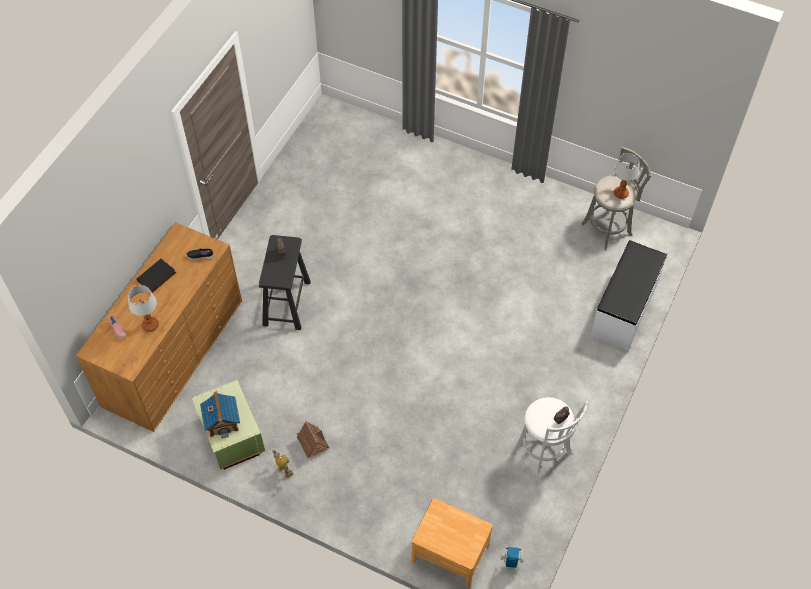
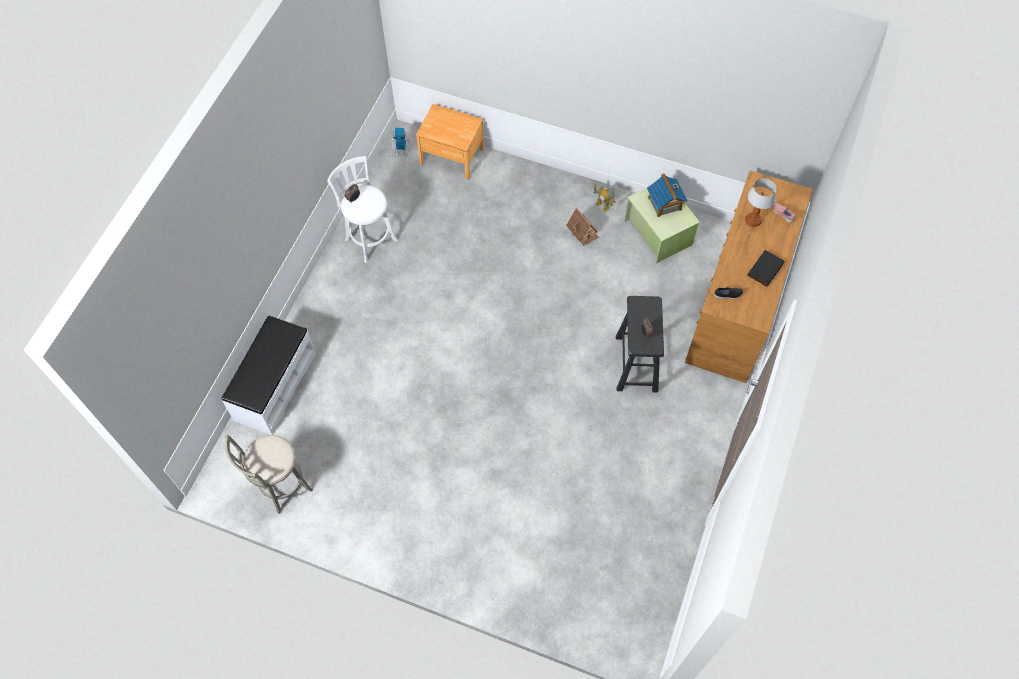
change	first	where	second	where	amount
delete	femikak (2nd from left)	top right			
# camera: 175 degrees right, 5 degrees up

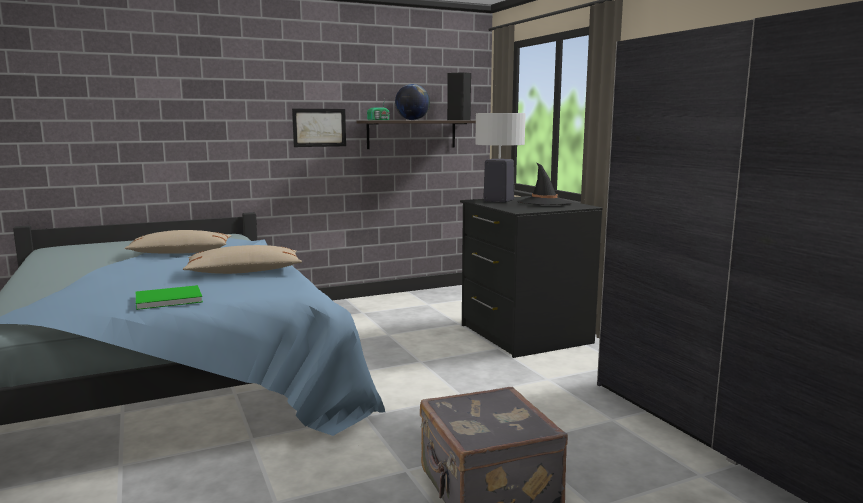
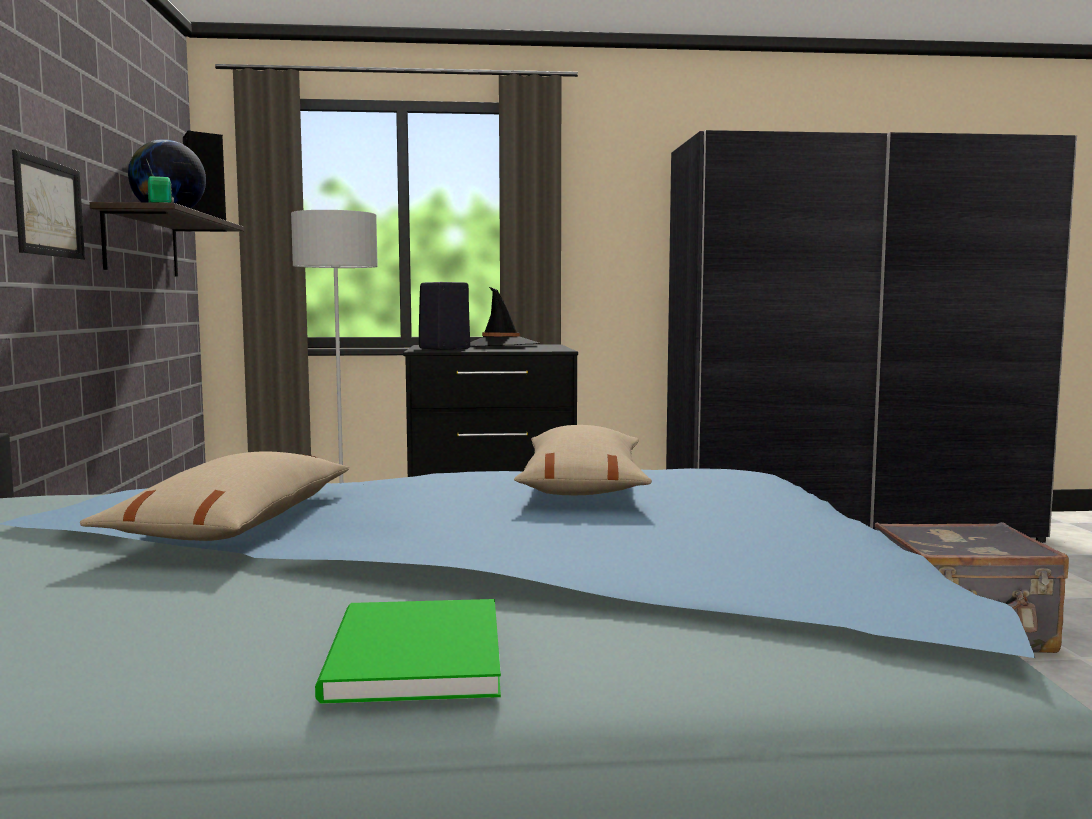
change	first	where	second	where	amount
move	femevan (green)	middle left		bottom centre	
# camera: 70 degrees left, 5 degrees down

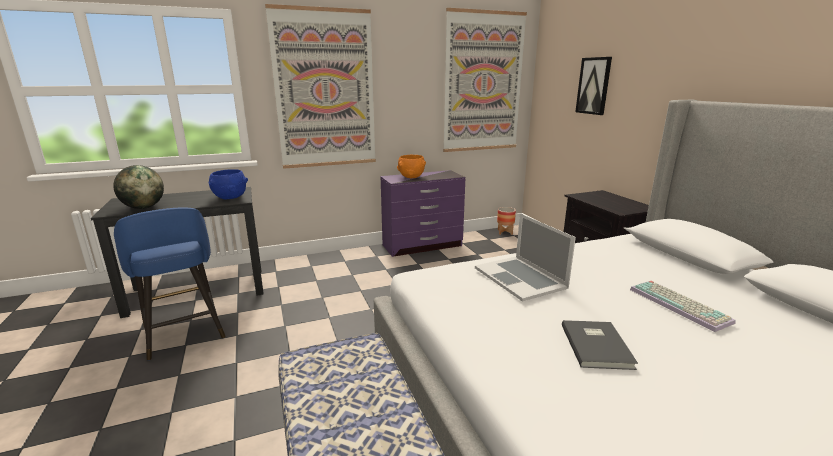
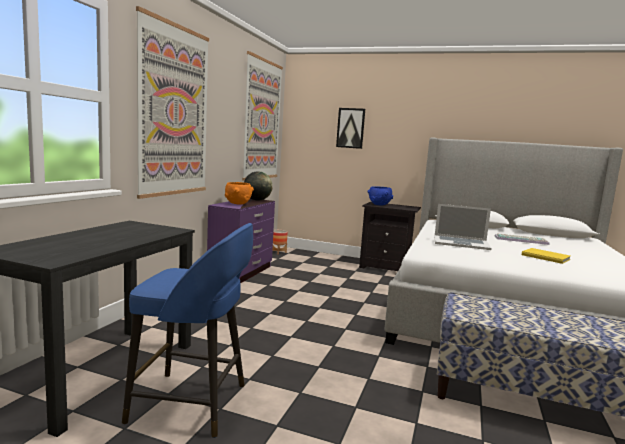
change	first	where	second	where	amount
move	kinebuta	middle left		centre	
move	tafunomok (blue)	middle left		centre	
recolor	femevan (grey)	bottom right	femevan (yellow)	middle right	
# camera: 50 degrees left, 10 degrees down

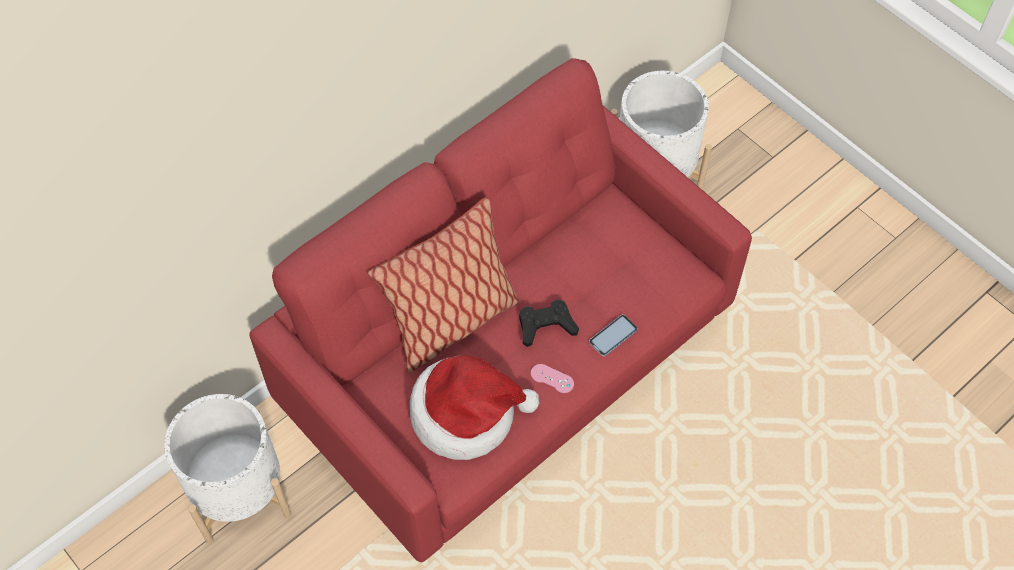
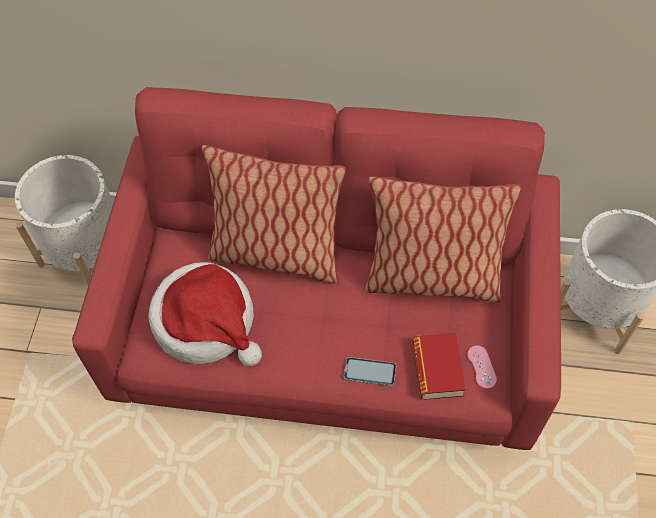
change	first	where	second	where	amount
delete	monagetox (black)	centre			
move	monagetox (pink)	centre		bottom right	
insert			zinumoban (2nd from left)	middle right	
insert			femevan	bottom right	
# camera: 50 degrees right, 0 degrees up

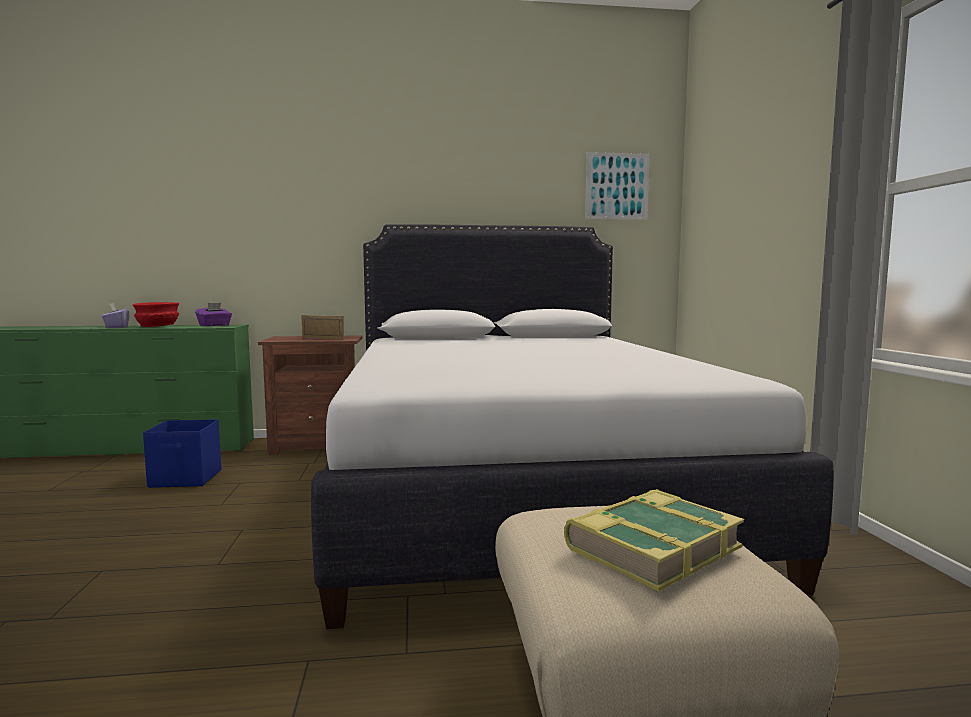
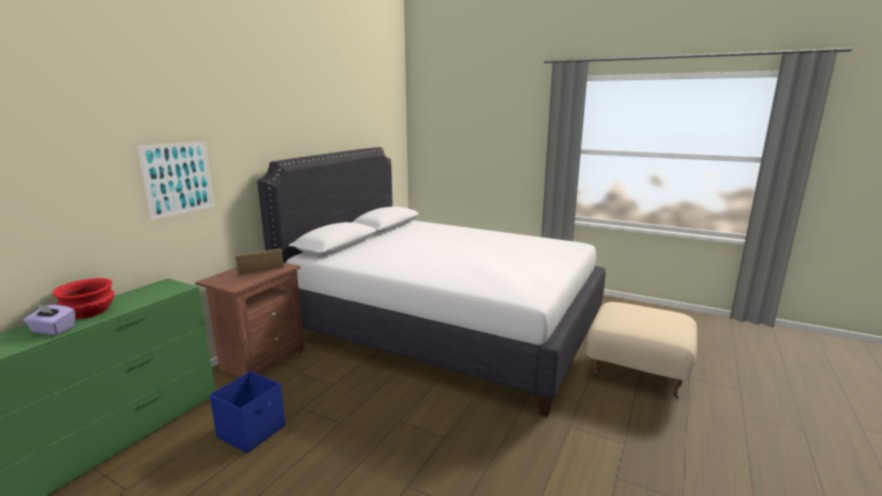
change	first	where	second	where	amount
delete	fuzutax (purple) (2nd from left)	middle left			
delete	femevan	bottom right			
move	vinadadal	top centre		middle left	
# camera: 55 degrees left, 10 degrees up

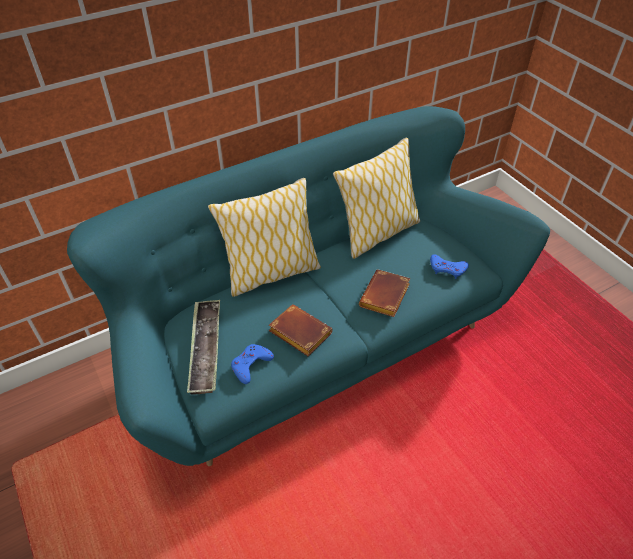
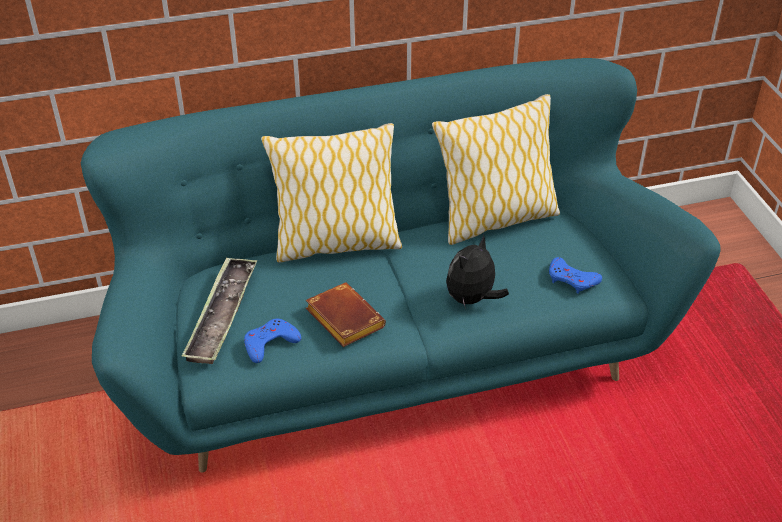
change	first	where	second	where	amount
replace	femevan (brown) (2nd from left)	centre	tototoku	centre	
# camera: 15 degrees right, 5 degrees down

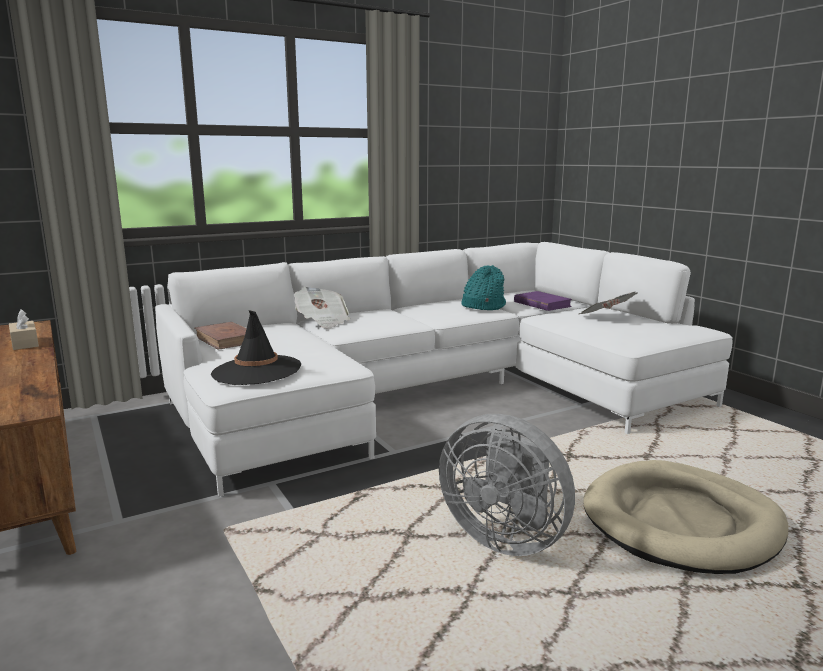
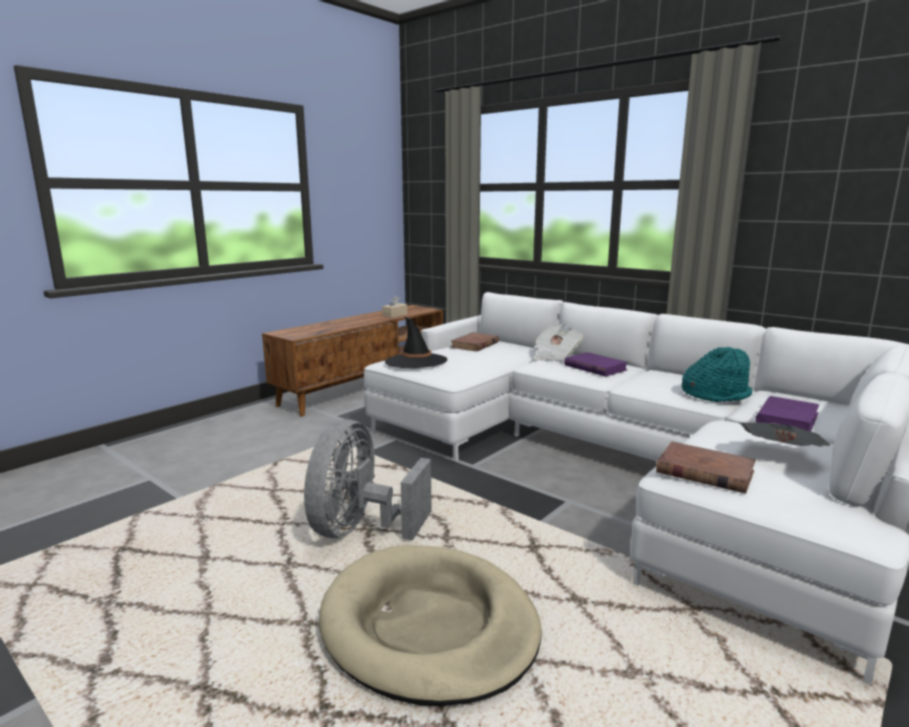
change	first	where	second	where	amount
insert			femevan (purple) (1st from left)	centre	
insert			femevan (brown) (2nd from left)	middle right	
# camera: 70 degrees right, 0 degrees up

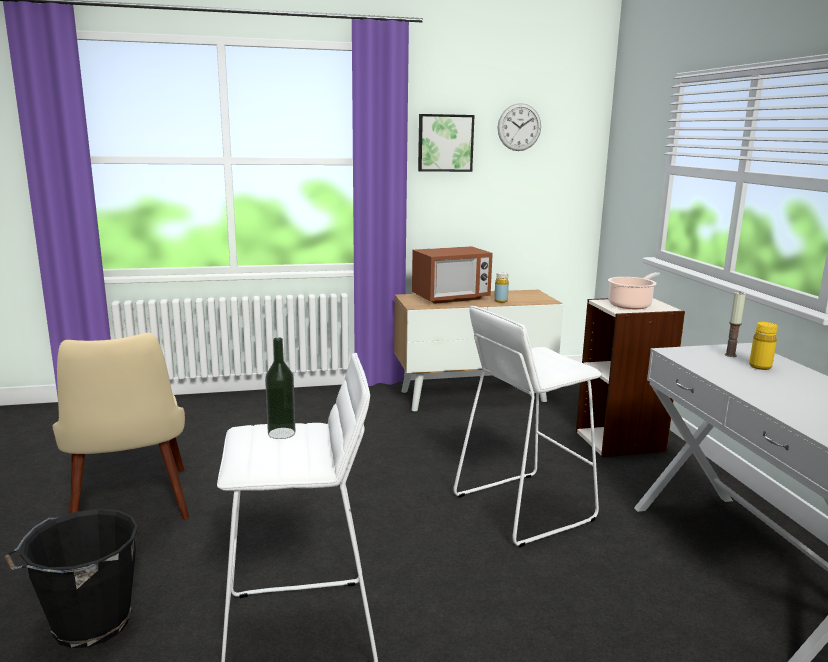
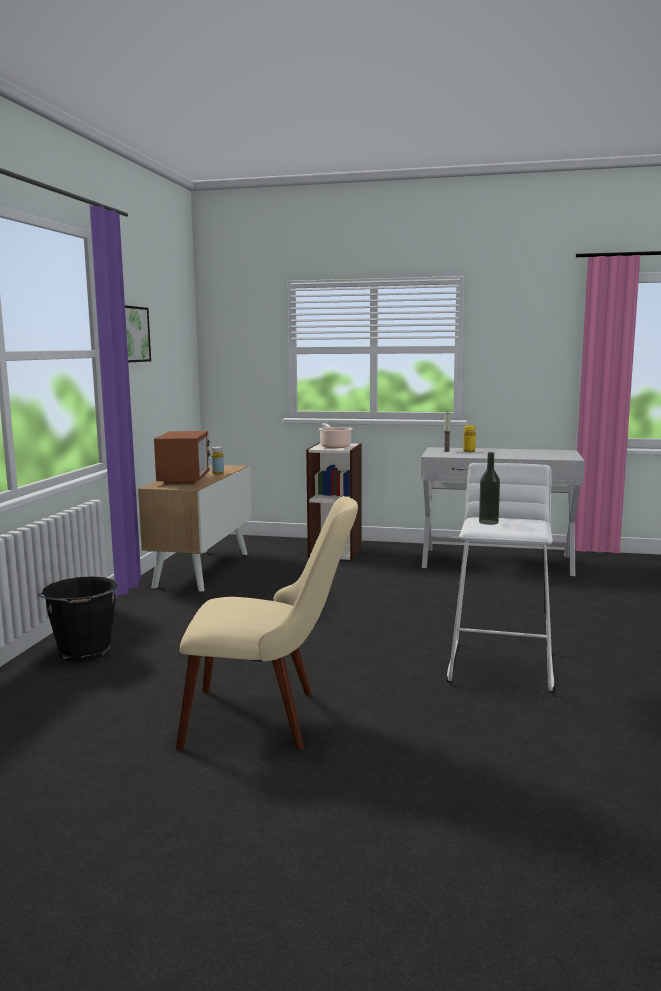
change	first	where	second	where	amount
move	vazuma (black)	bottom left		middle left	
delete	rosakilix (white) (2nd from left)	centre			
delete	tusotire	top centre			
# camera: 65 degrees left, 5 degrees down

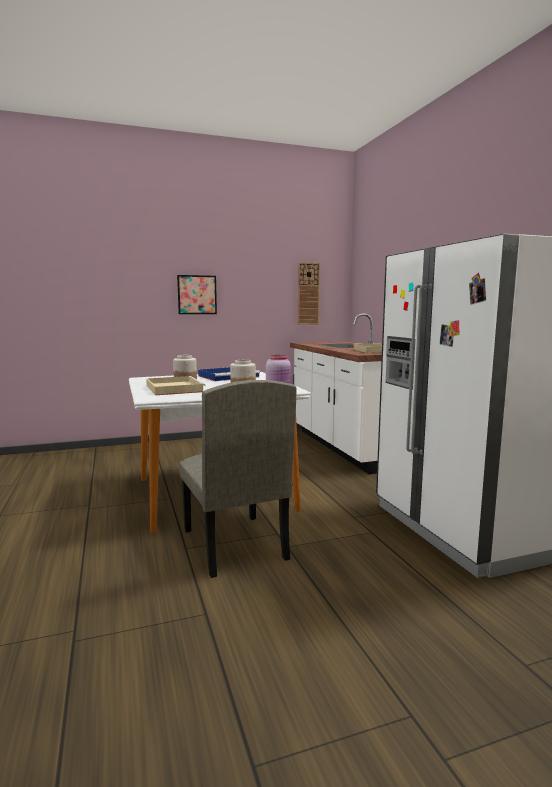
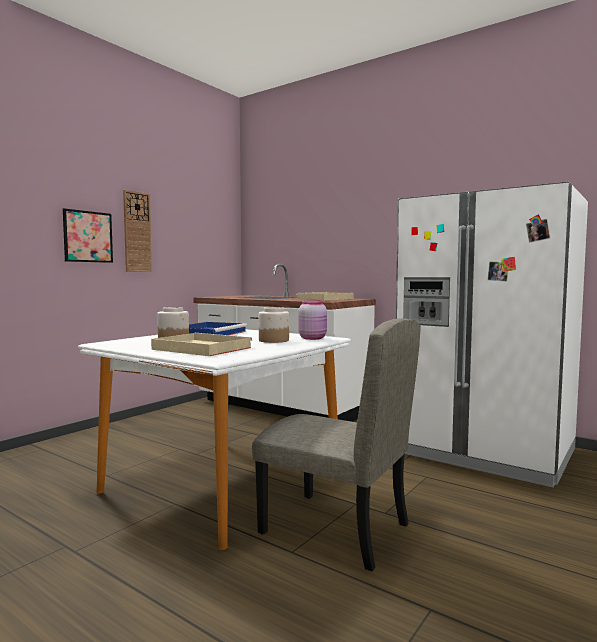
change	first	where	second	where	amount
move	tusotire	centre		middle left	
# camera: 35 degrees left, 5 degrees down

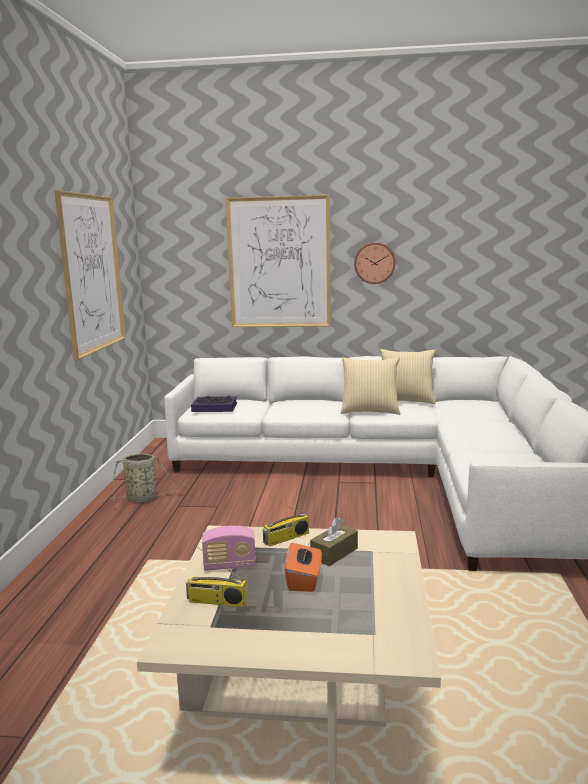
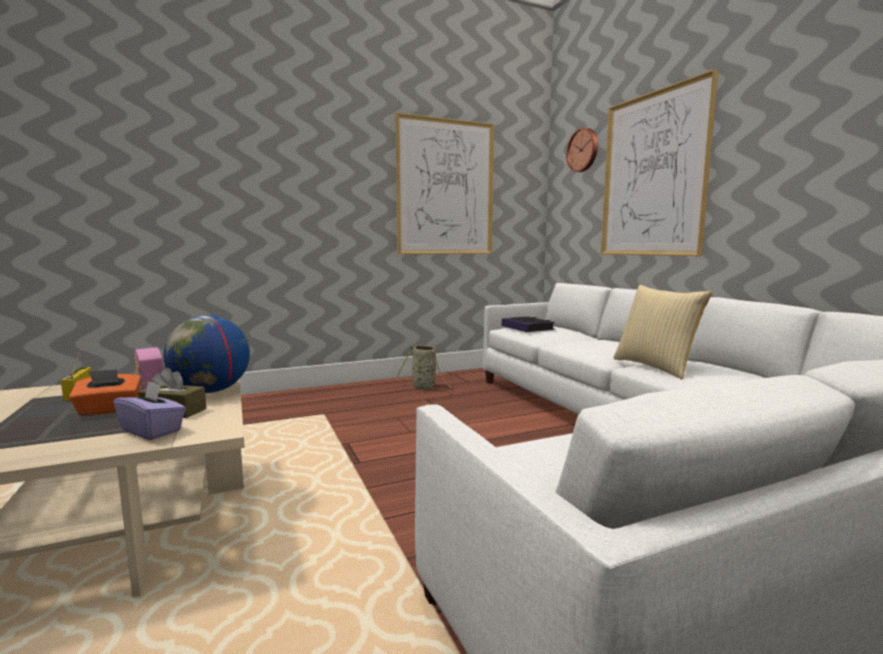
change	first	where	second	where	amount
replace	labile (3rd from left)	centre	kinebuta	middle left	
move	tusotire	centre		top centre	
delete	zinumoban (2nd from left)	middle right			
insert			fuzutax (purple)	middle left	
# camera: 60 degrees right, 5 degrees down

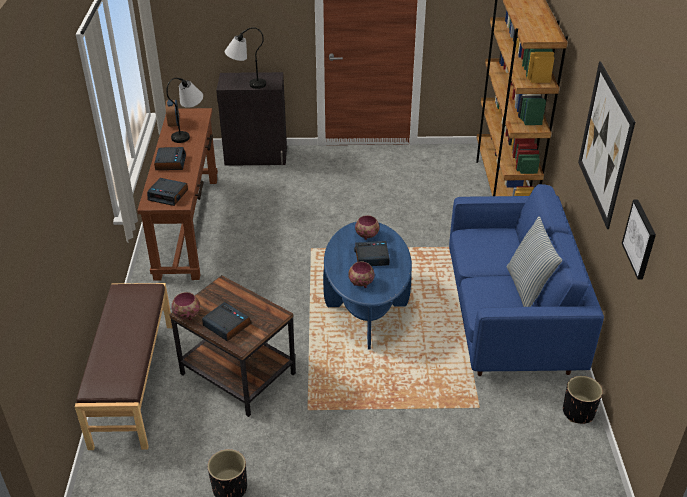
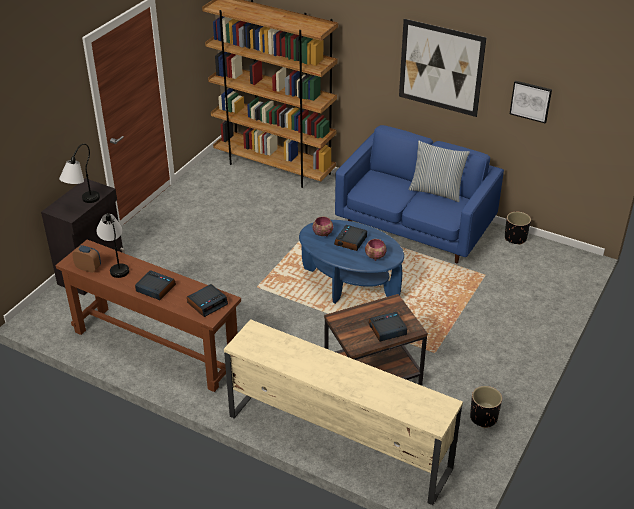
change	first	where	second	where	amount
replace	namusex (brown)	bottom left	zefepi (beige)	bottom centre	
delete	tafunomok (1st from left)	middle left			
# camera: 60 degrees left, 0 degrees up

